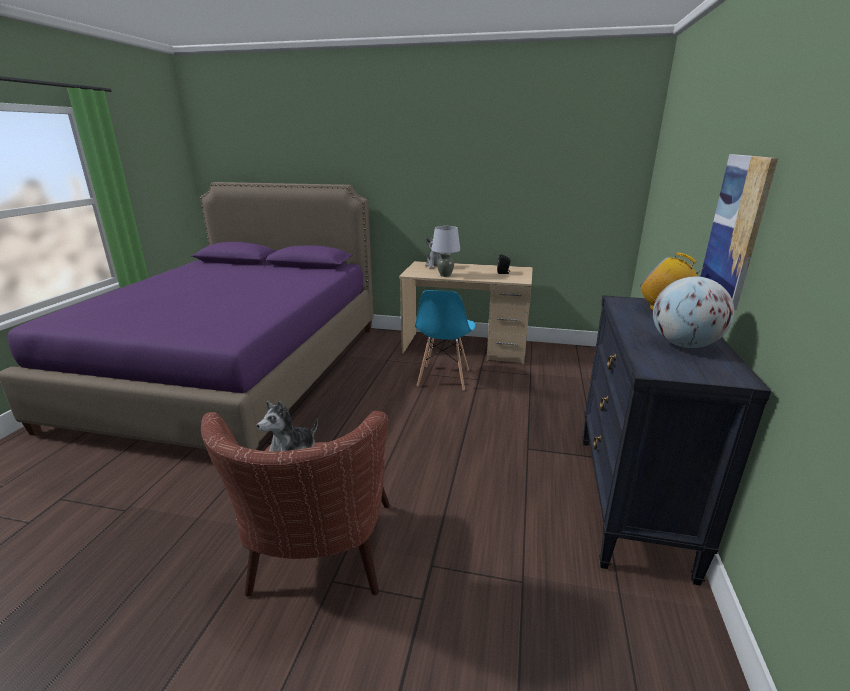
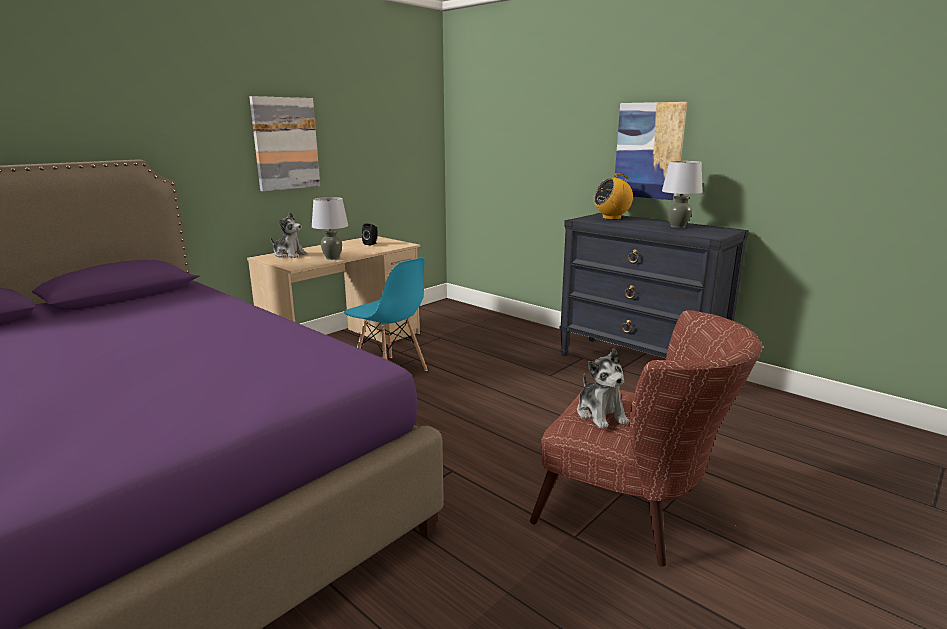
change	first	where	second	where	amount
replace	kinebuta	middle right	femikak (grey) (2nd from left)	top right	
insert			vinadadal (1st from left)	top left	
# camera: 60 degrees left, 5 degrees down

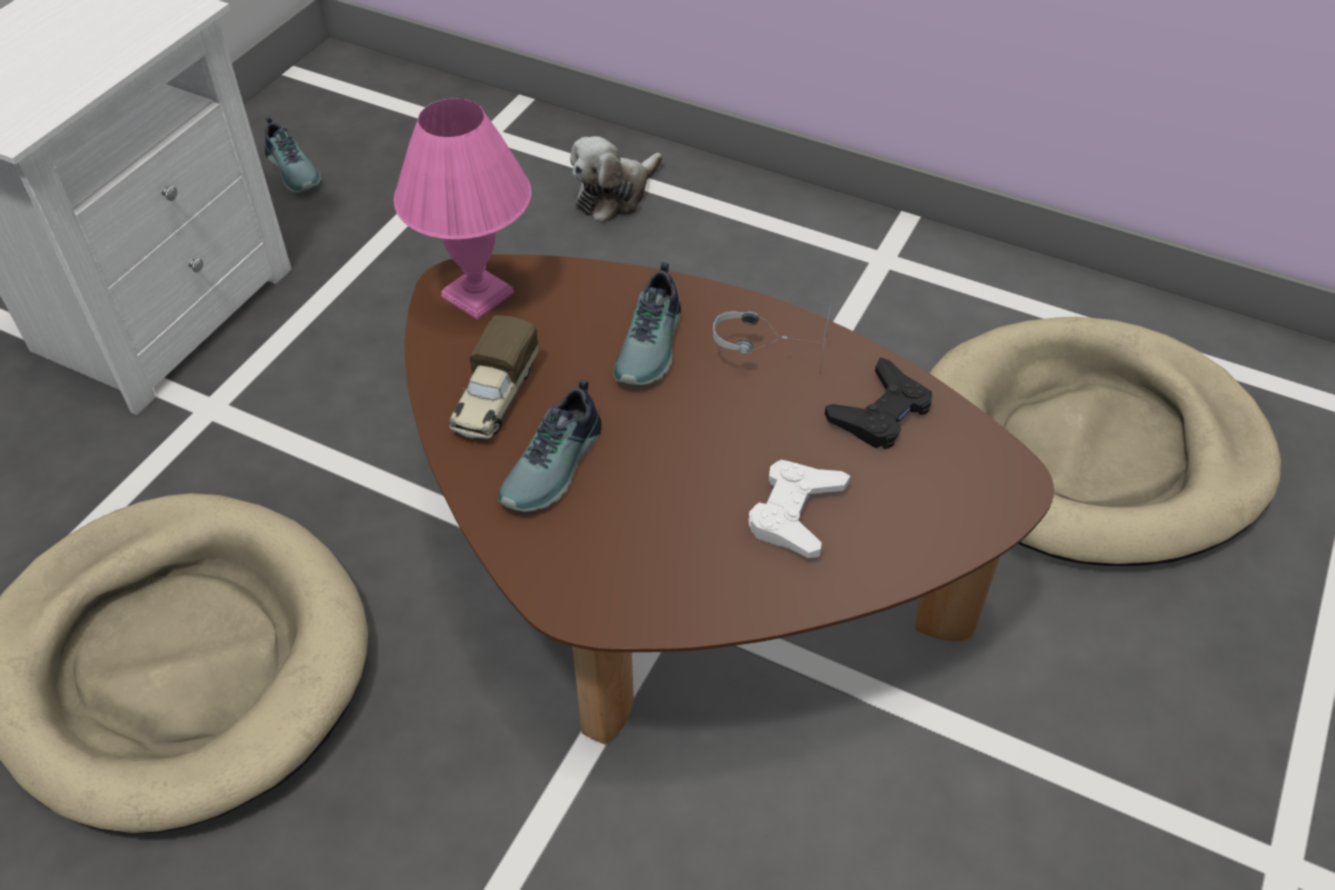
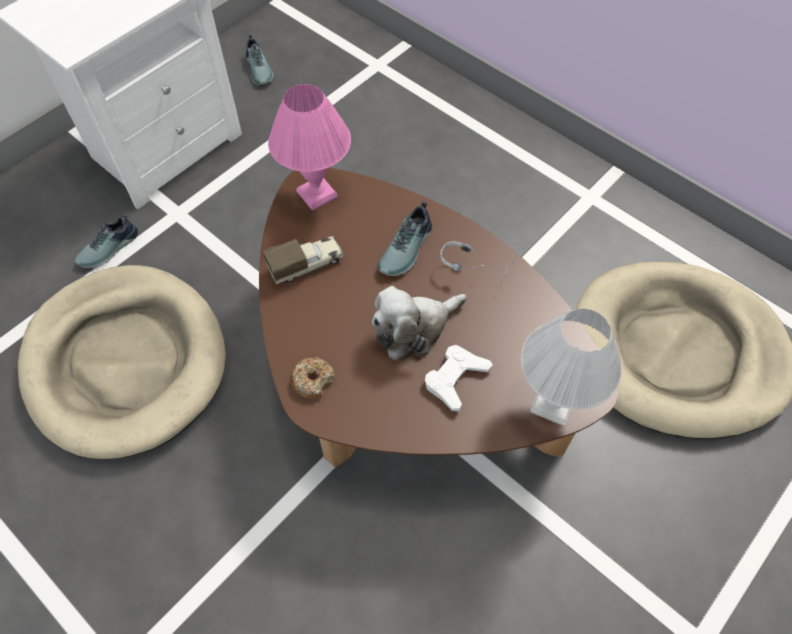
change	first	where	second	where	amount
rotate	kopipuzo	centre		centre	150 degrees counterclockwise
move	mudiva (2nd from left in the first image)	centre	mudiva (1st from left)	middle left	
move	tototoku	top centre		centre	
delete	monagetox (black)	centre			
insert			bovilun	centre	
insert			femikak (white)	middle right	
# camera: 15 degrees right, 10 degrees up

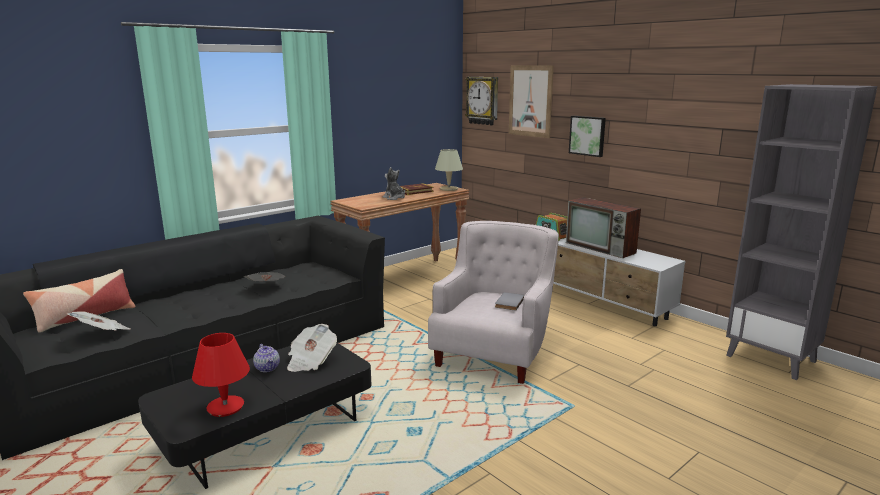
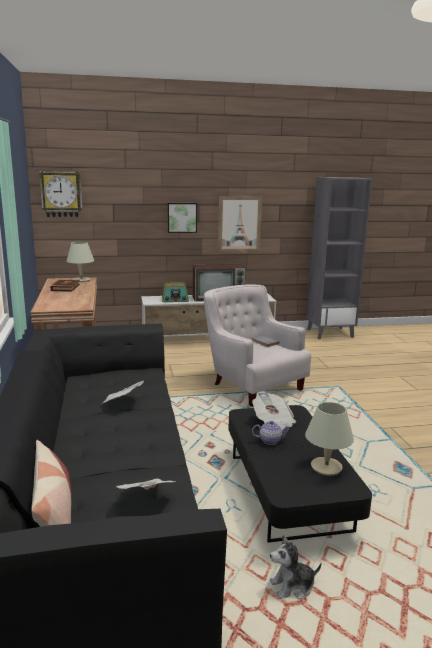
change	first	where	second	where	amount
recolor	femikak (red)	bottom left	femikak (beige) (2nd from left)	bottom right	
move	tototoku	centre		bottom right	
move	vinadadal (1st from left in the first image)	top centre	vinadadal (2nd from left)	centre	
# camera: 60 degrees left, 0 degrees up

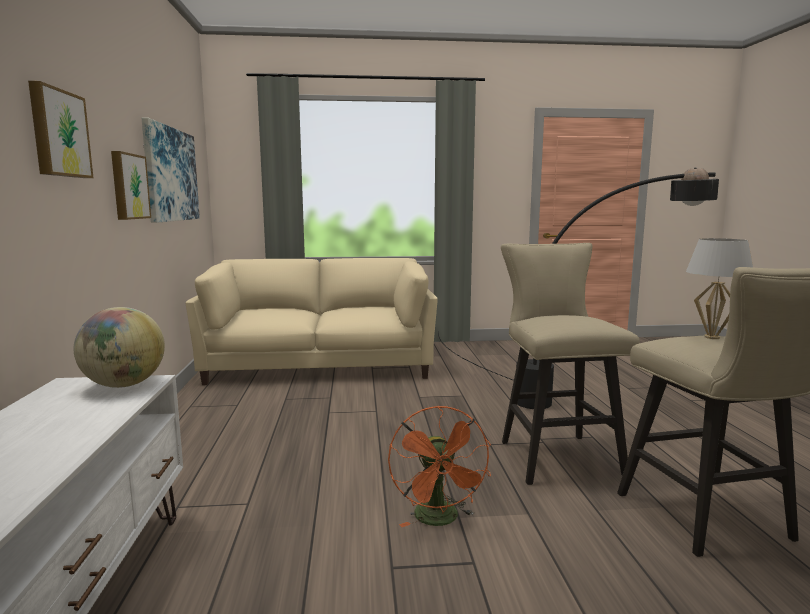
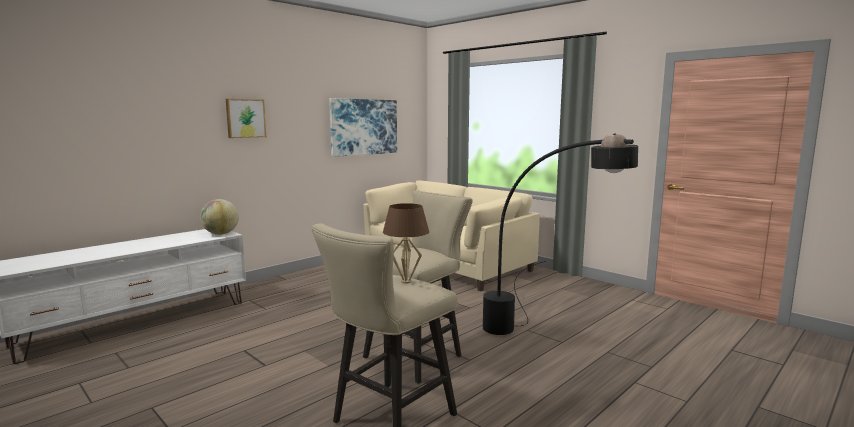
change	first	where	second	where	amount
delete	vinadadal (2nd from left)	top left			
delete	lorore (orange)	bottom centre			
recolor	femikak (white)	middle right	femikak (brown)	centre	
# camera: 50 degrees right, 0 degrees up

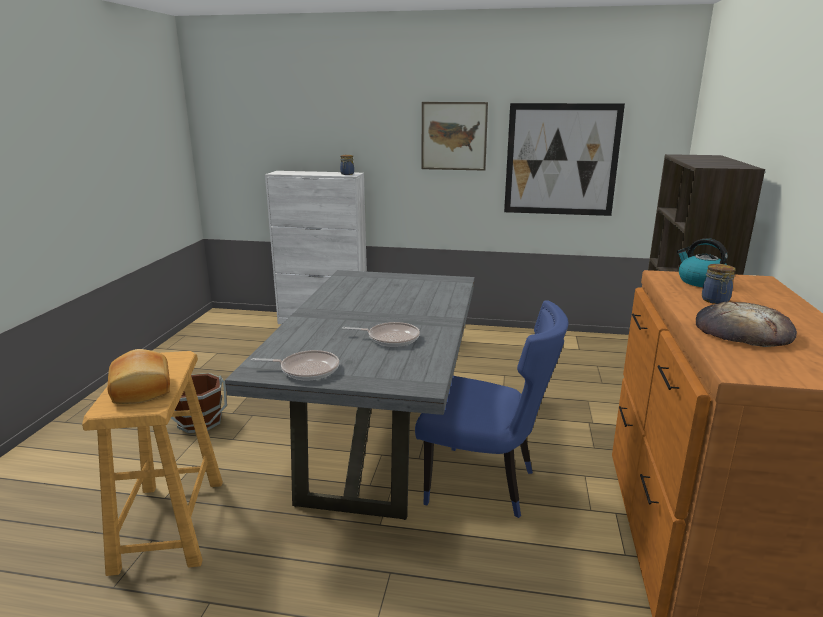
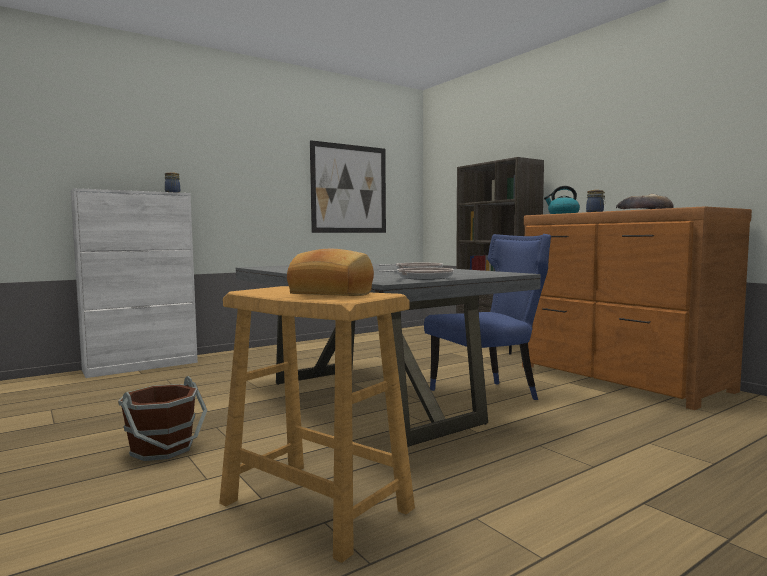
change	first	where	second	where	amount
delete	vinadadal (1st from left)	top centre			
# camera: 45 degrees left, 15 degrees down

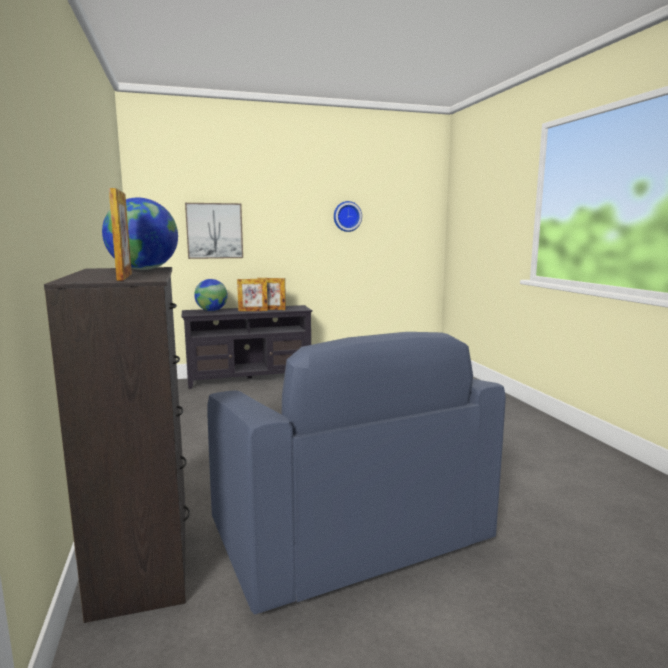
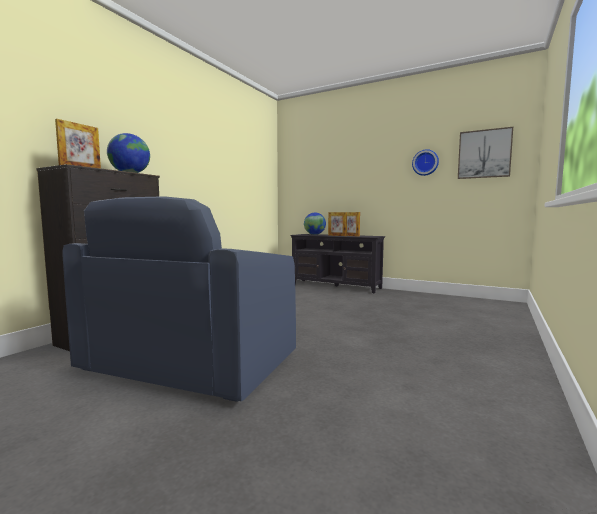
change	first	where	second	where	amount
move	vinadadal	middle left		top right	
# camera: 45 degrees right, 5 degrees down

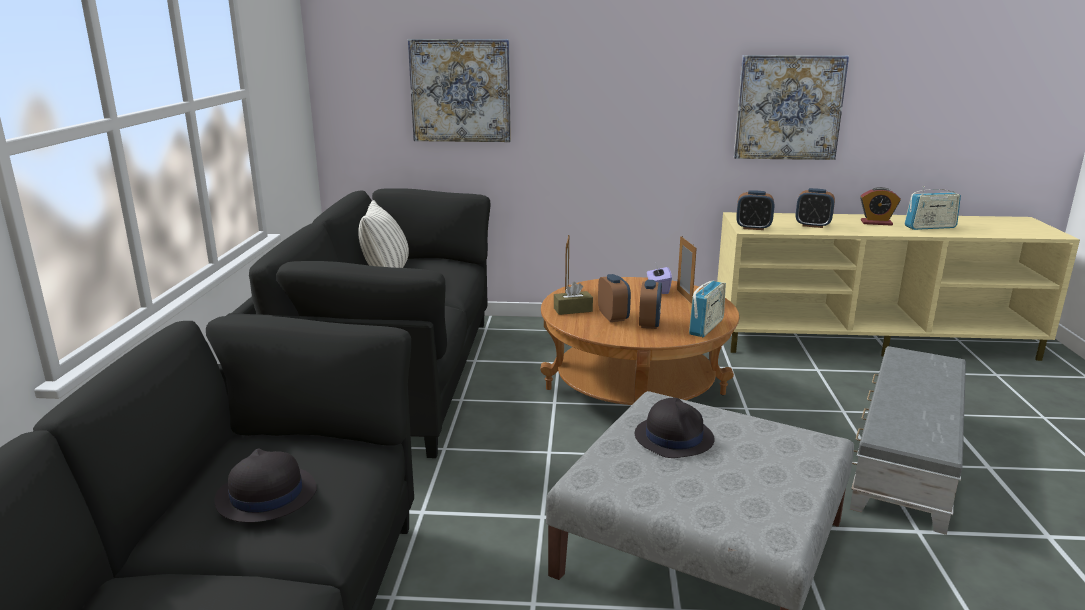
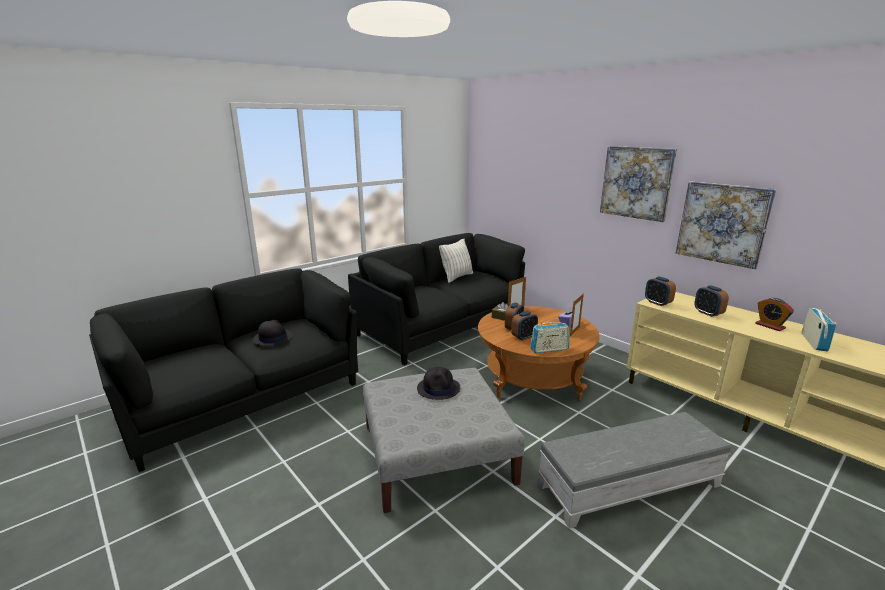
change	first	where	second	where	amount
move	vinadadal (1st from left)	top centre		top right	
rotate	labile (2nd from left)	middle right		middle right	105 degrees counterclockwise
# camera: 45 degrees right, 0 degrees up

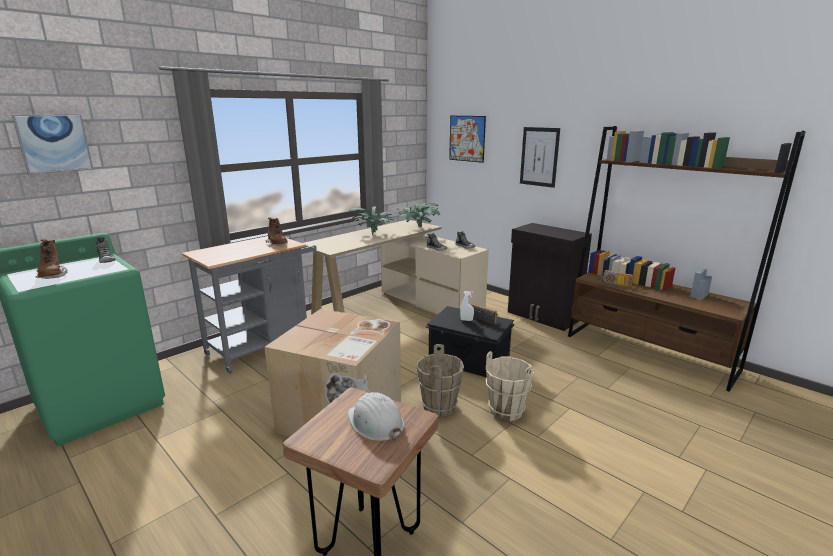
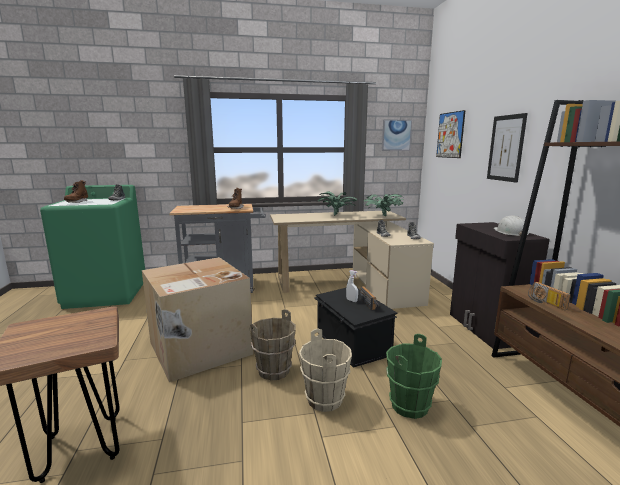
change	first	where	second	where	amount
move	vinadadal (1st from left)	top left		top centre	
move	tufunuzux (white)	bottom centre		middle right	
insert			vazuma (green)	bottom right	
# camera: 35 degrees right, 5 degrees down

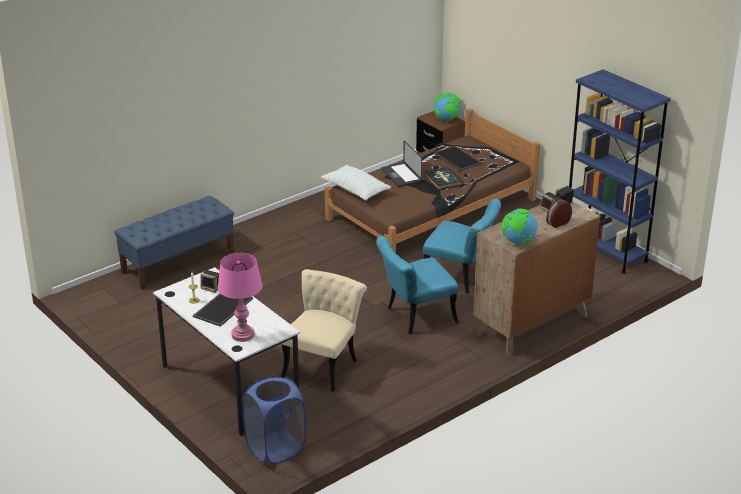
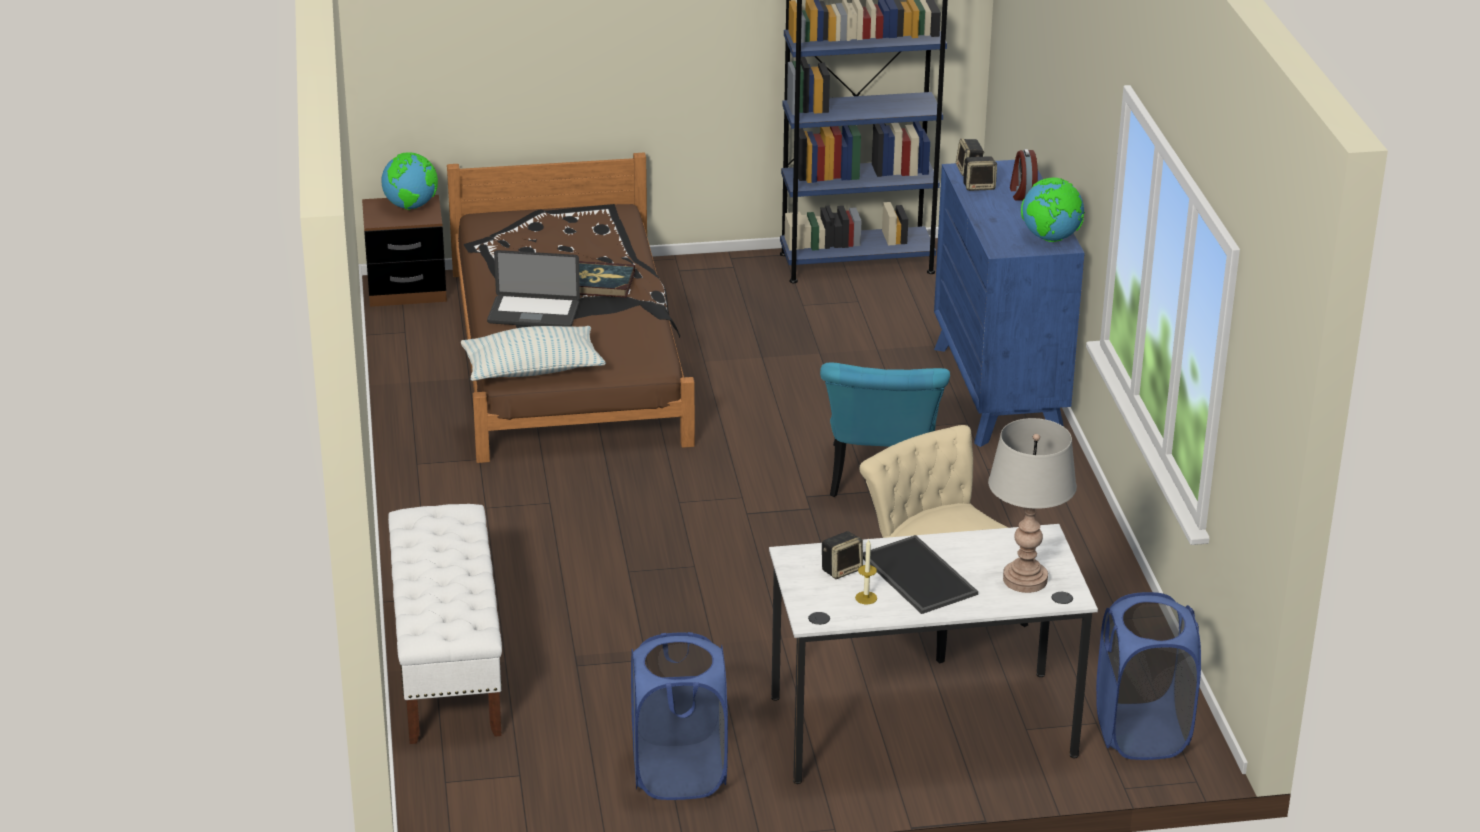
change	first	where	second	where	amount
recolor	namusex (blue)	middle left	namusex (white)	bottom left	
recolor	femikak (pink)	middle left	femikak (grey)	middle right	
delete	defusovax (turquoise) (2nd from left)	centre			
delete	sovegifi (2nd from left)	top centre			
recolor	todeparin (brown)	middle right	todeparin (blue)	middle right	
insert			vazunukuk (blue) (1st from left)	bottom centre	
# camera: 60 degrees left, 0 degrees up

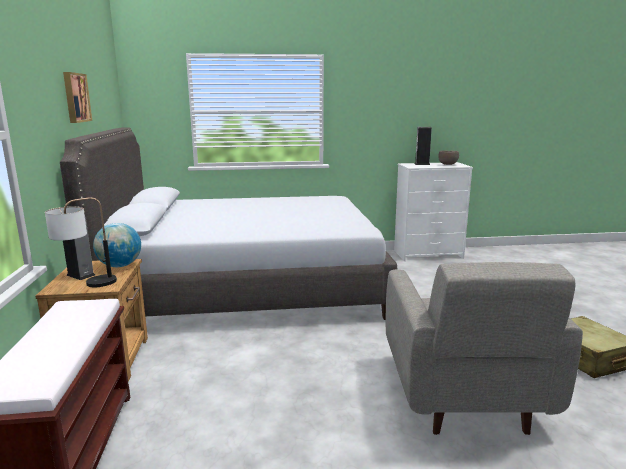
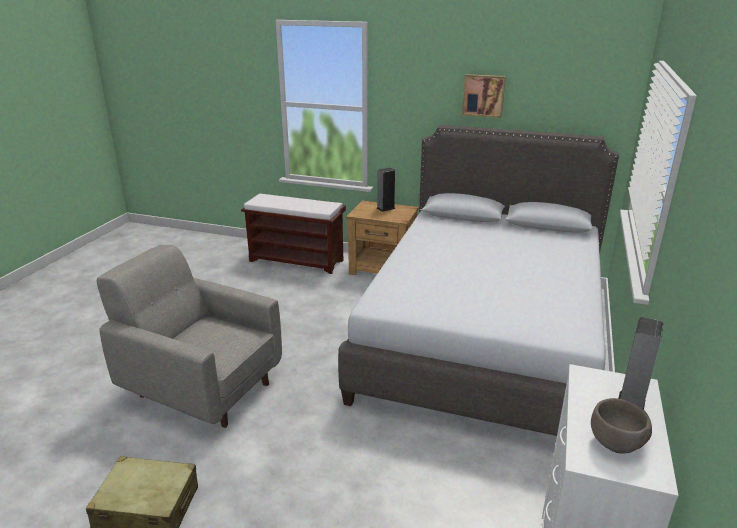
change	first	where	second	where	amount
delete	femikak	middle left			
delete	kinebuta	middle left			
# camera: 115 degrees right, 10 degrees up

